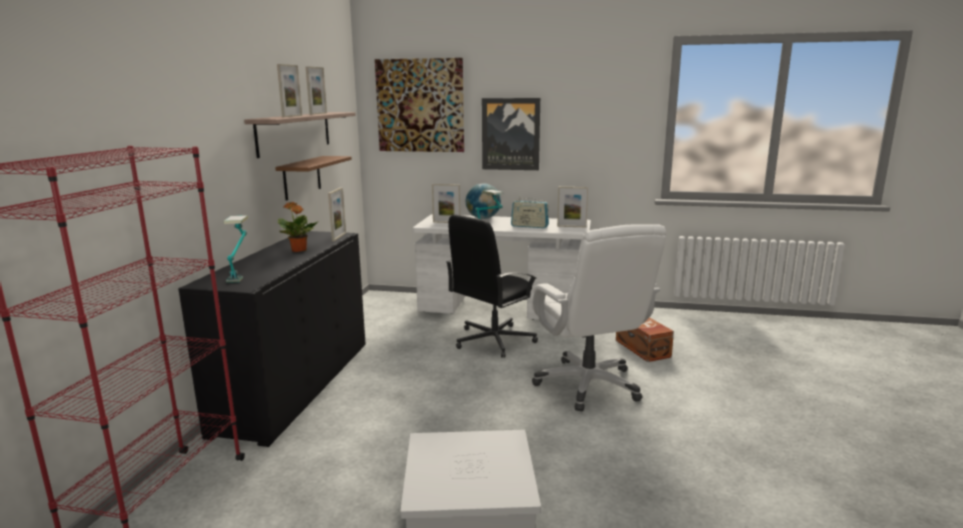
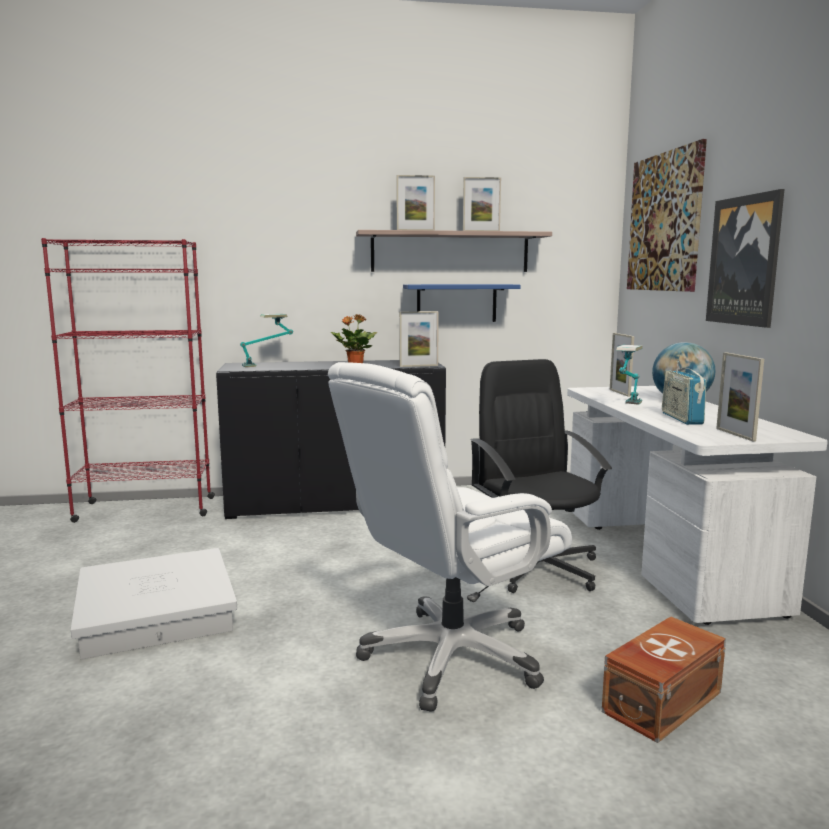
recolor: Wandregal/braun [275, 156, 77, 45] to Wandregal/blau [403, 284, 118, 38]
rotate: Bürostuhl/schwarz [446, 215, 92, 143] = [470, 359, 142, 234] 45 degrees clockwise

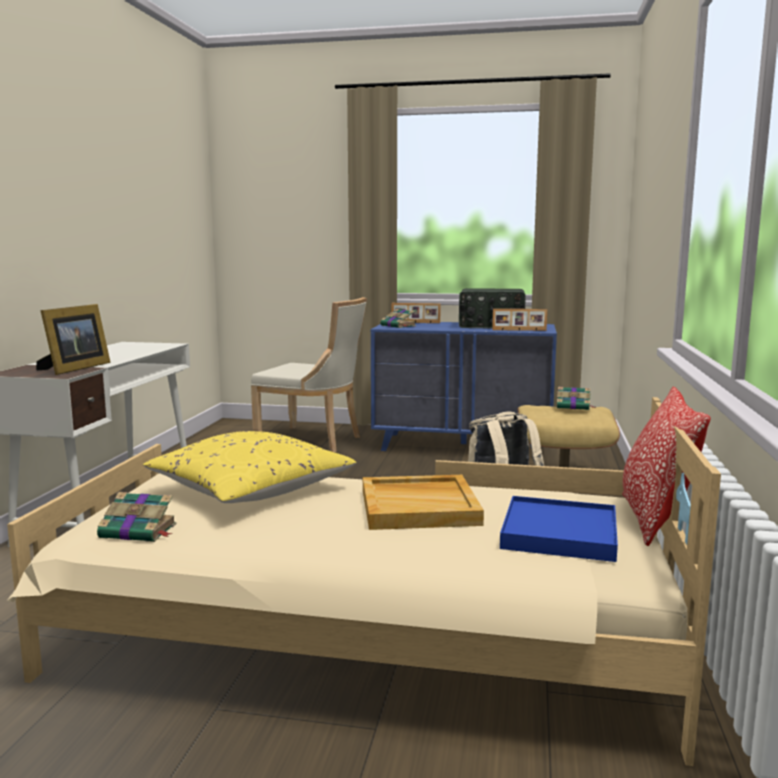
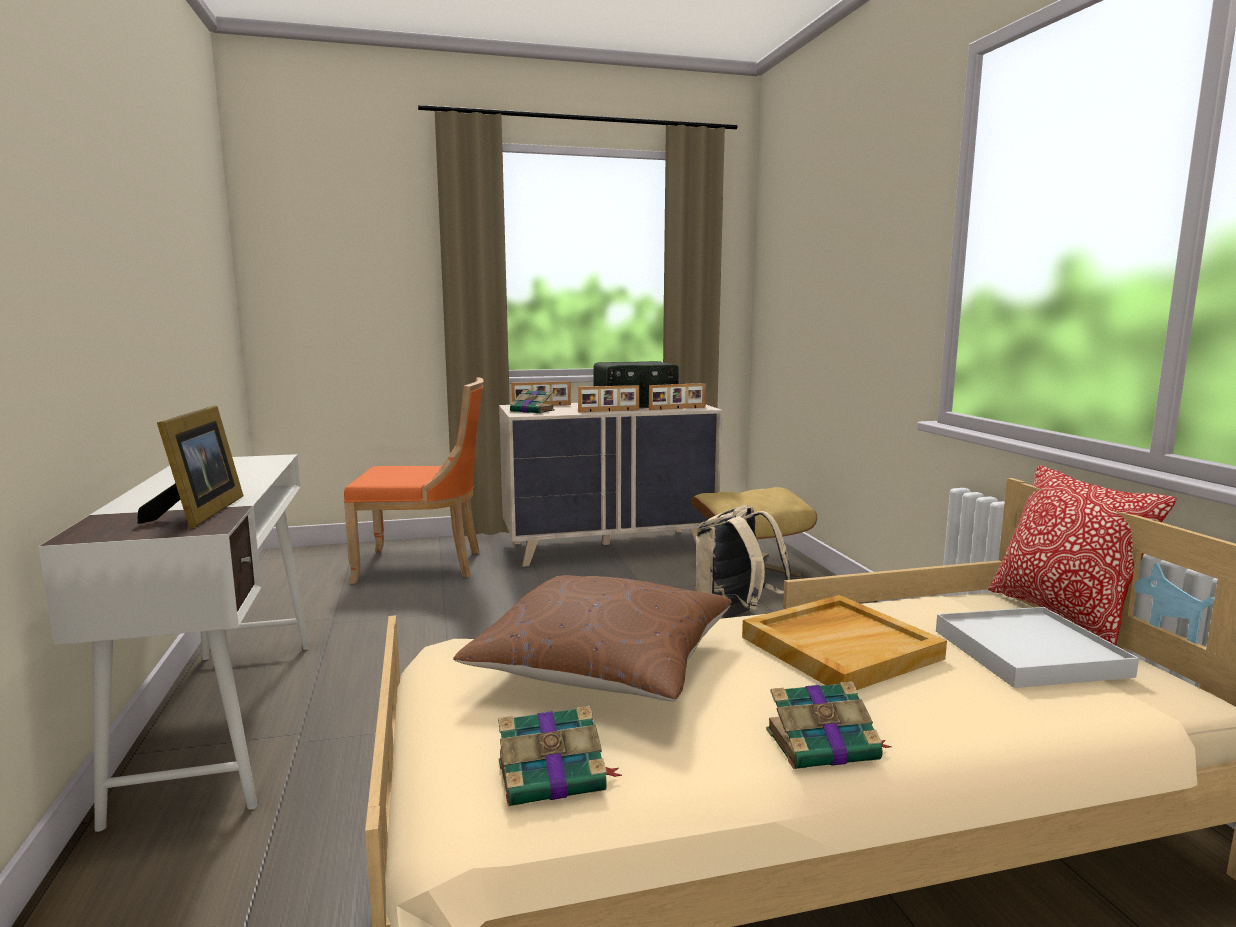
insert: Bilderrahmen [578, 385, 61, 27]
move: Buch [557, 387, 39, 23] to [766, 681, 126, 88]
recolor: Stuhl/beige [251, 297, 116, 155] to Stuhl/orange [344, 377, 140, 207]; Kommode/blau [371, 322, 186, 129] to Kommode/beige [499, 403, 224, 164]; Kissen/gelb [143, 431, 213, 72] to Kissen/braun [453, 575, 279, 126]; Tablett/blau [500, 496, 118, 66] to Tablett/weiß [936, 607, 203, 81]

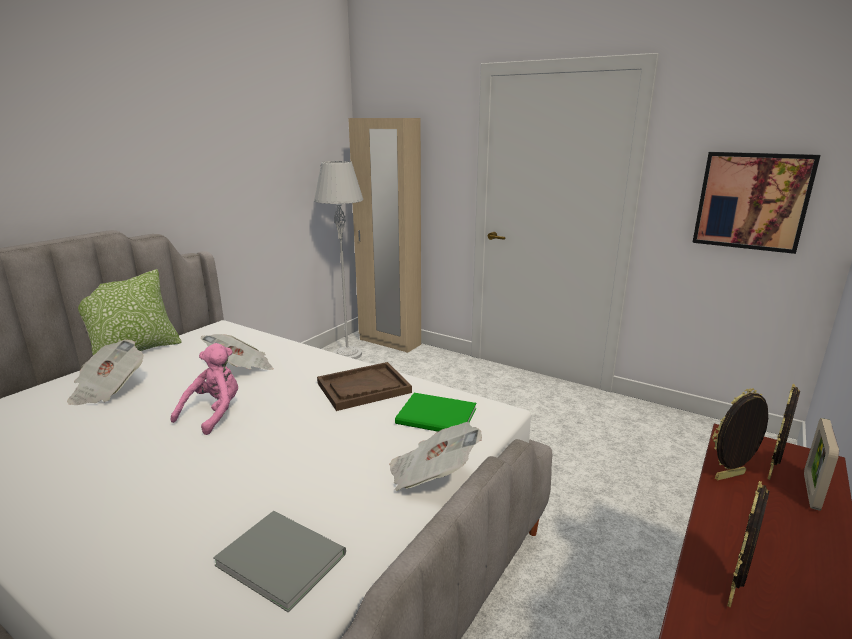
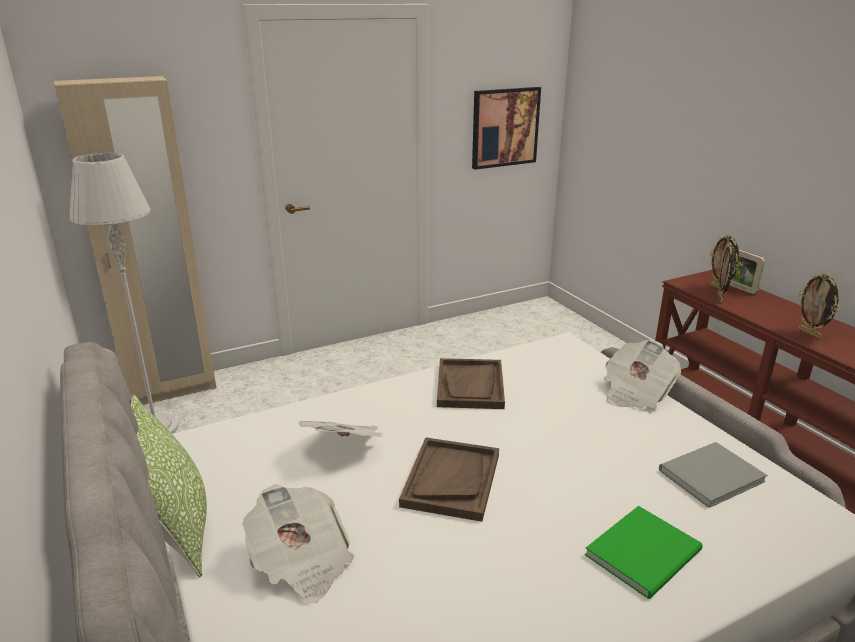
move: Buch/grün [395, 393, 81, 39] to [585, 506, 118, 93]
replace: Plüschtier/rosa [170, 343, 68, 92] to Tablett/braun [399, 437, 100, 85]

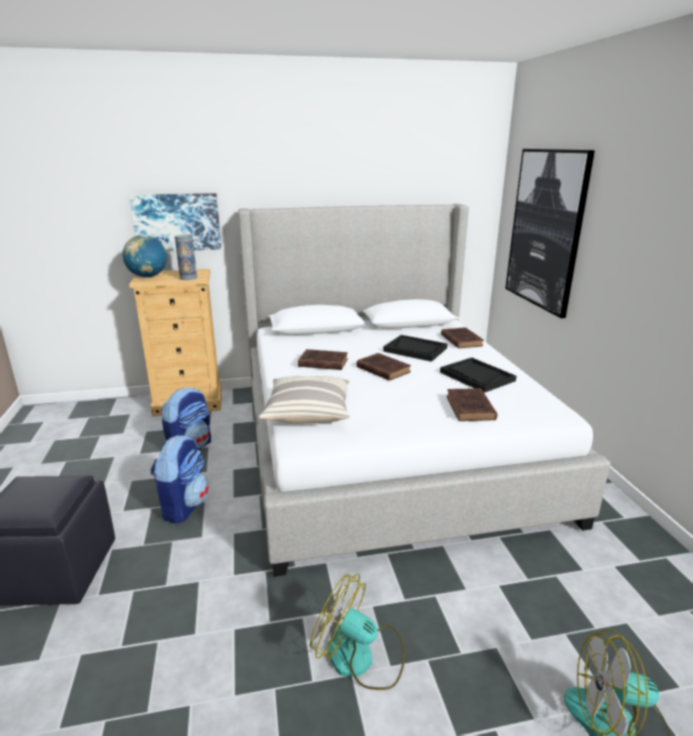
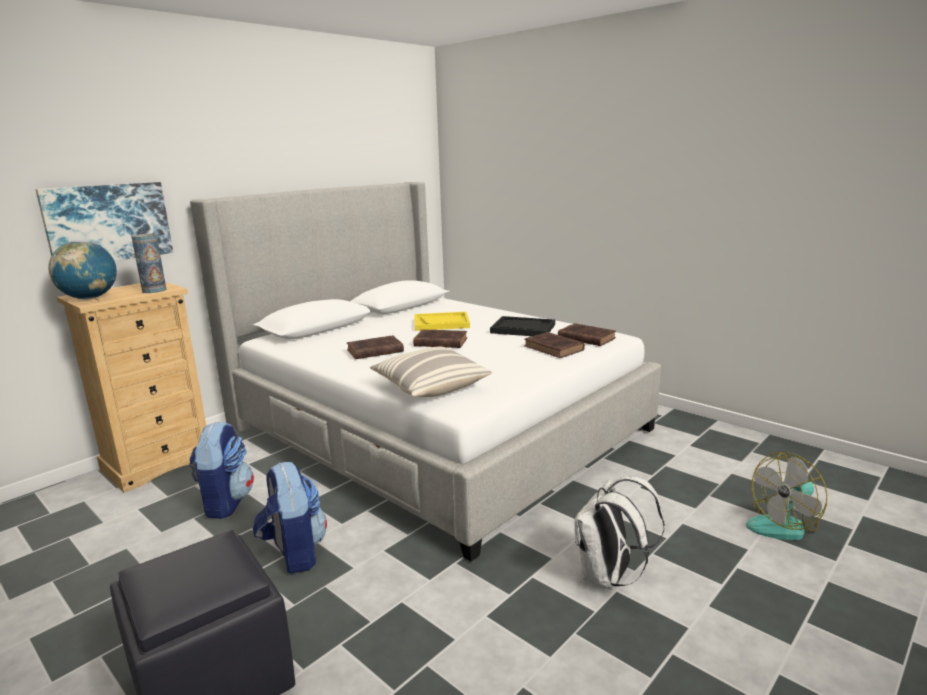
delete: Bild [505, 149, 90, 169]
move: Buch/braun [441, 327, 43, 22] to [558, 323, 58, 23]
replace: Ventilator [310, 574, 95, 116] to Rucksack/weiß [574, 476, 91, 114]
recolor: Tablett/schwarz [383, 335, 65, 27] to Tablett/gelb [414, 312, 56, 19]

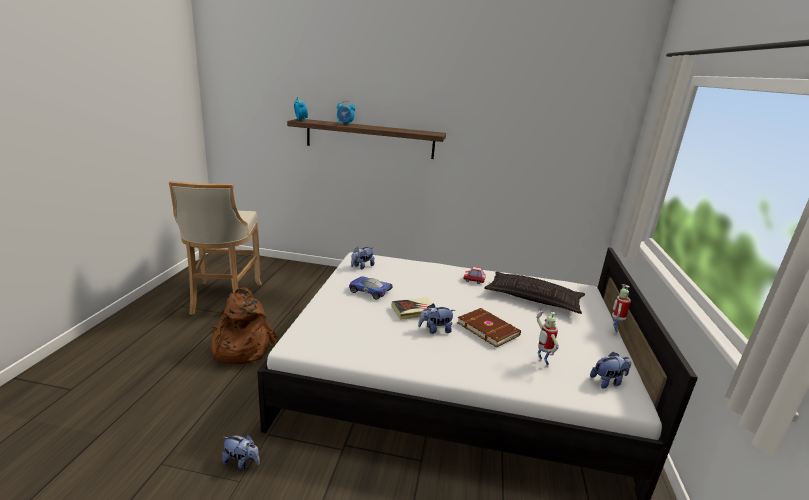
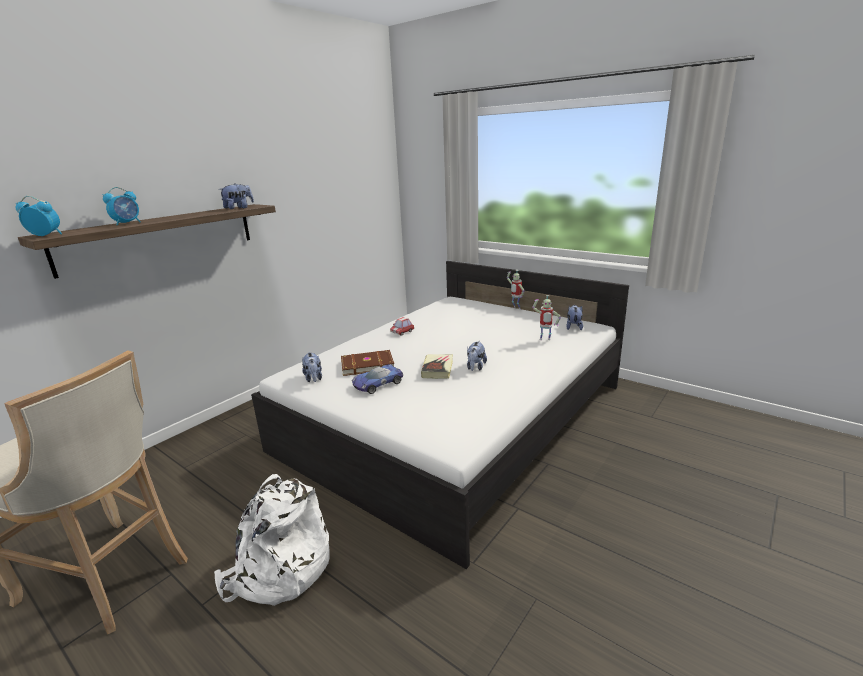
delete: Kissen [484, 272, 101, 42]
move: Buch/braun [457, 308, 64, 39] to [341, 350, 53, 26]; Plüschtier [222, 435, 38, 35] to [219, 183, 35, 26]
recolor: Rucksack/braun [211, 287, 67, 77] to Rucksack/weiß [214, 474, 116, 132]

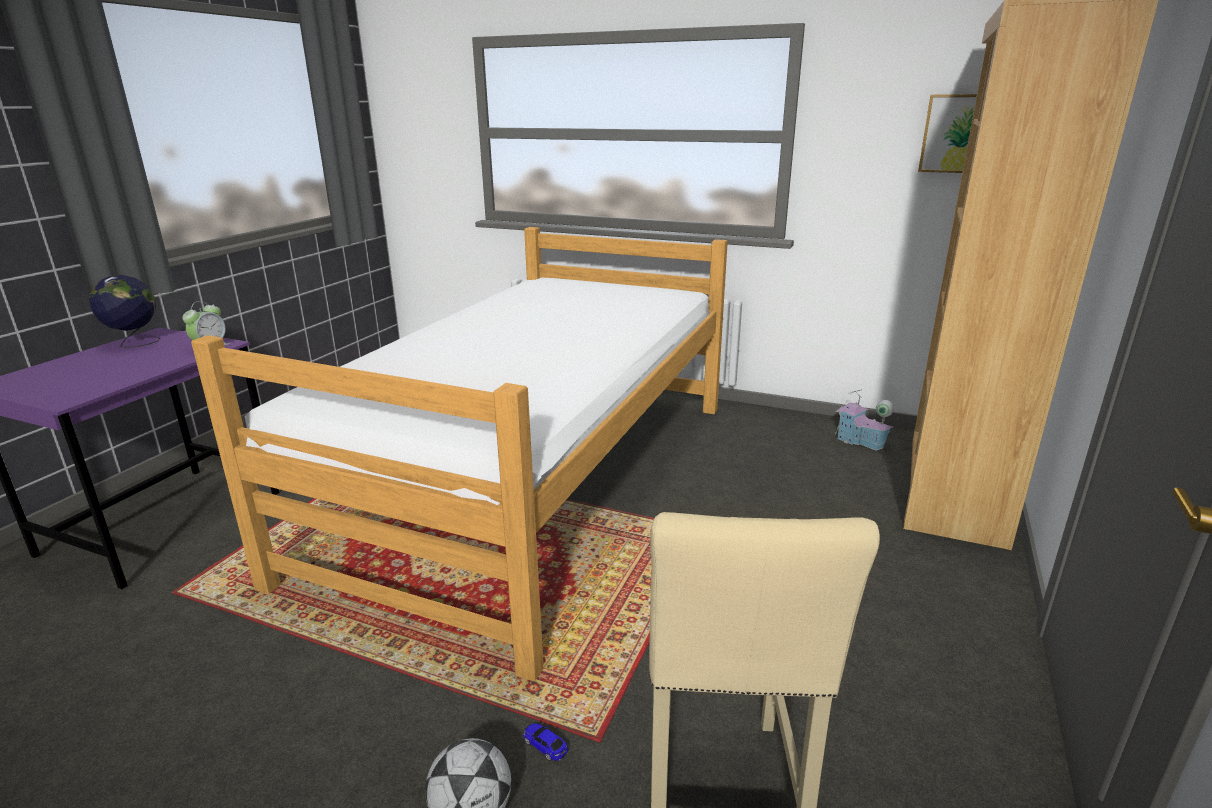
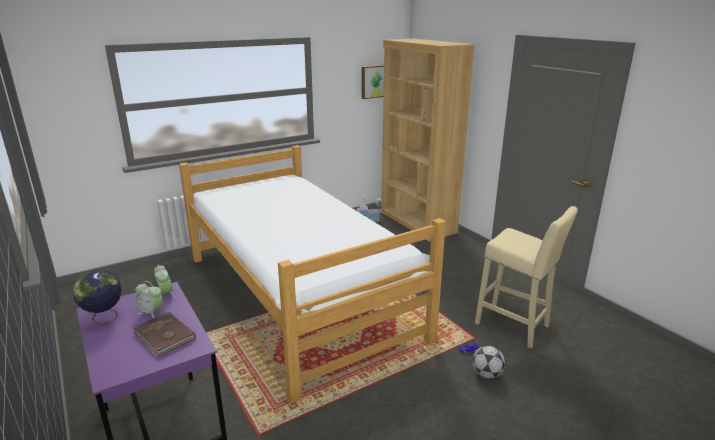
insert: Wecker [135, 281, 28, 37]; Buch/braun [133, 312, 63, 45]

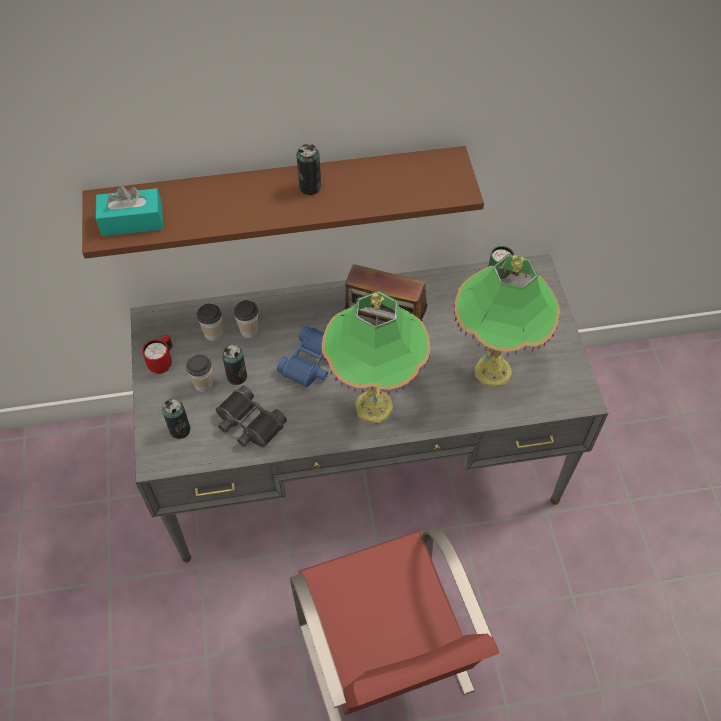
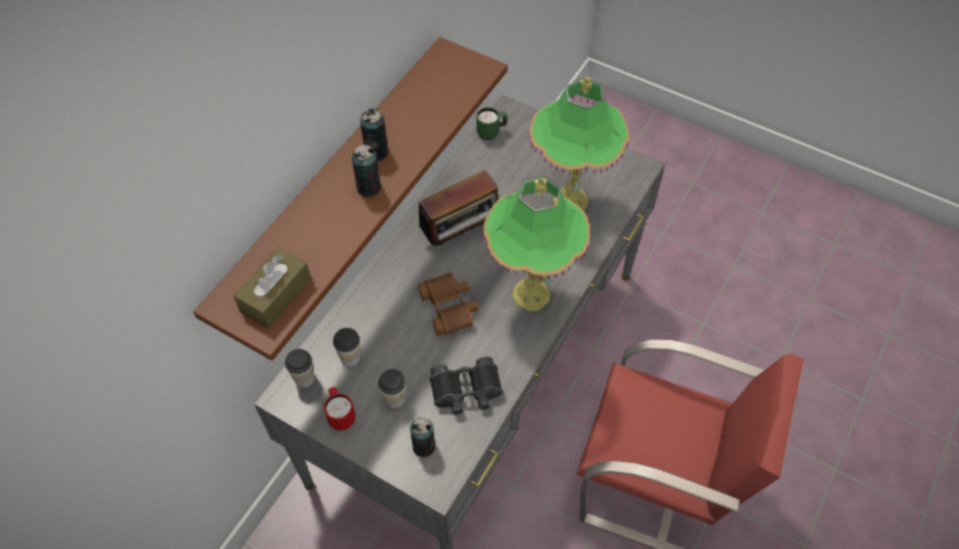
move: Tasse [234, 300, 24, 38] to [285, 349, 29, 39]; Dose [222, 344, 25, 41] to [351, 145, 30, 52]
recolor: Taschentuchbox/türkis [96, 186, 67, 50] to Taschentuchbox/braun [234, 247, 77, 81]; Fernglas/blau [277, 326, 51, 61] to Fernglas/braun [418, 273, 61, 63]

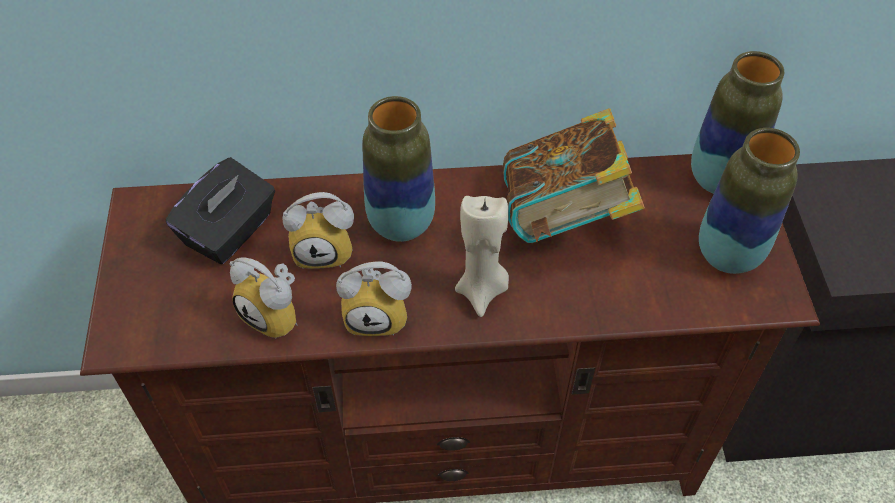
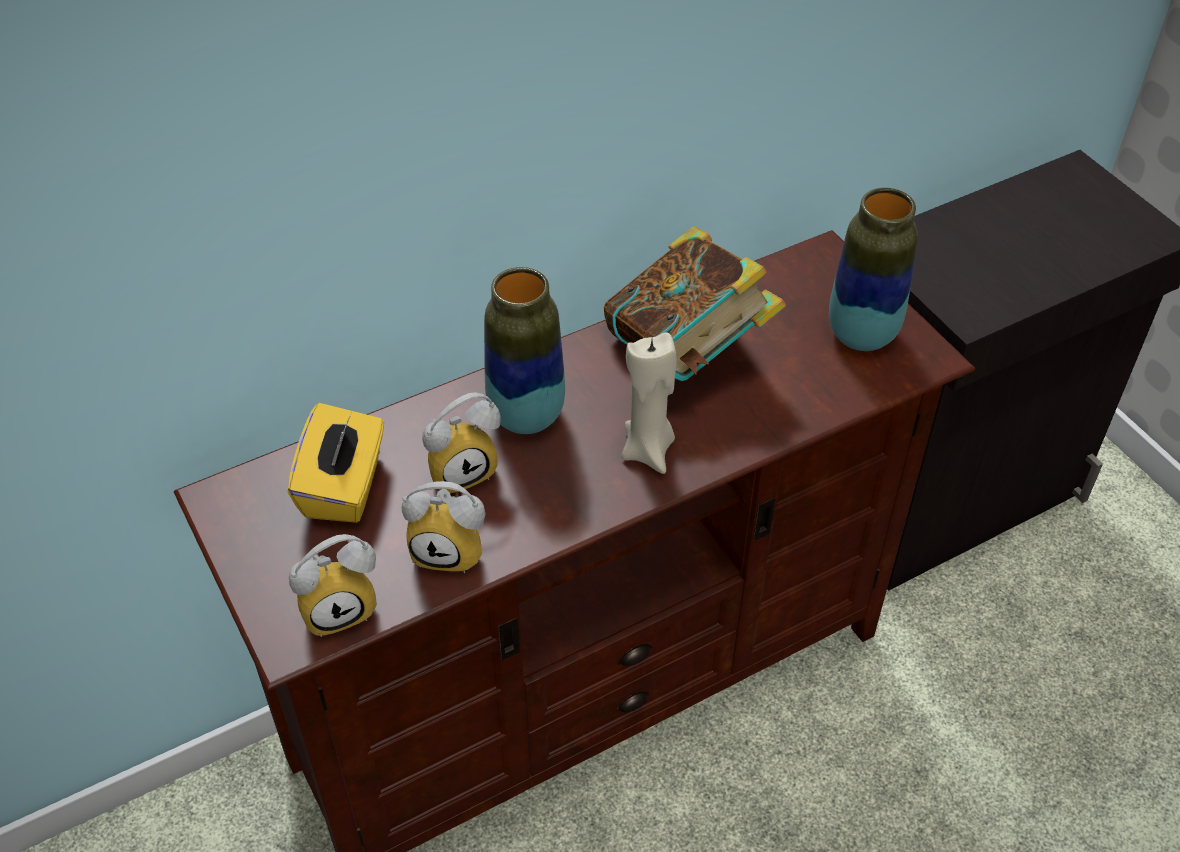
delete: Vase [691, 51, 93, 143]
move: Wecker [336, 262, 76, 74] to [289, 534, 88, 103]
recolor: Taschentuchbox/schwarz [166, 157, 109, 107] to Taschentuchbox/gelb [288, 403, 96, 120]

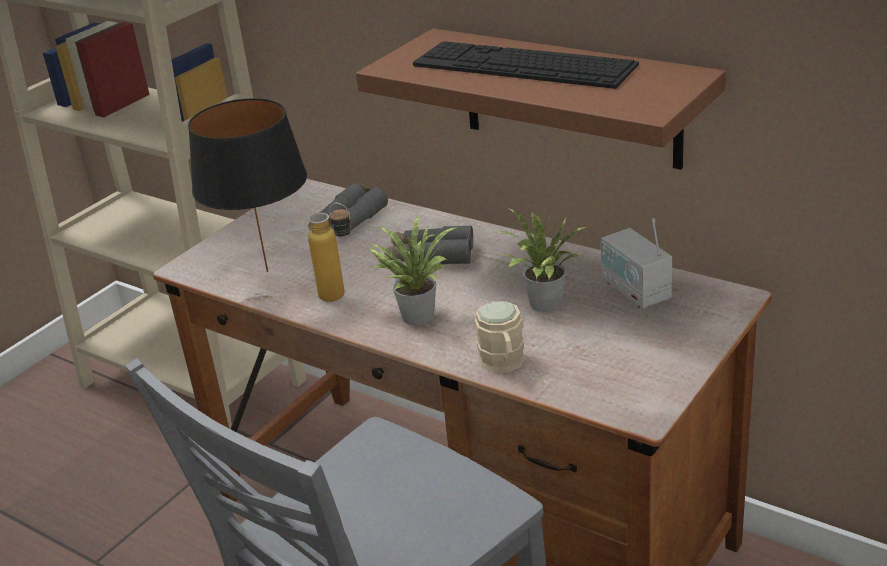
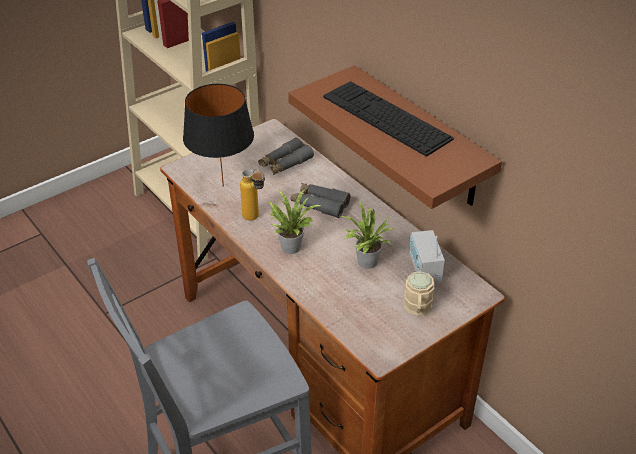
move: Henkelbecher/beige [475, 301, 51, 72] to [403, 271, 31, 45]

